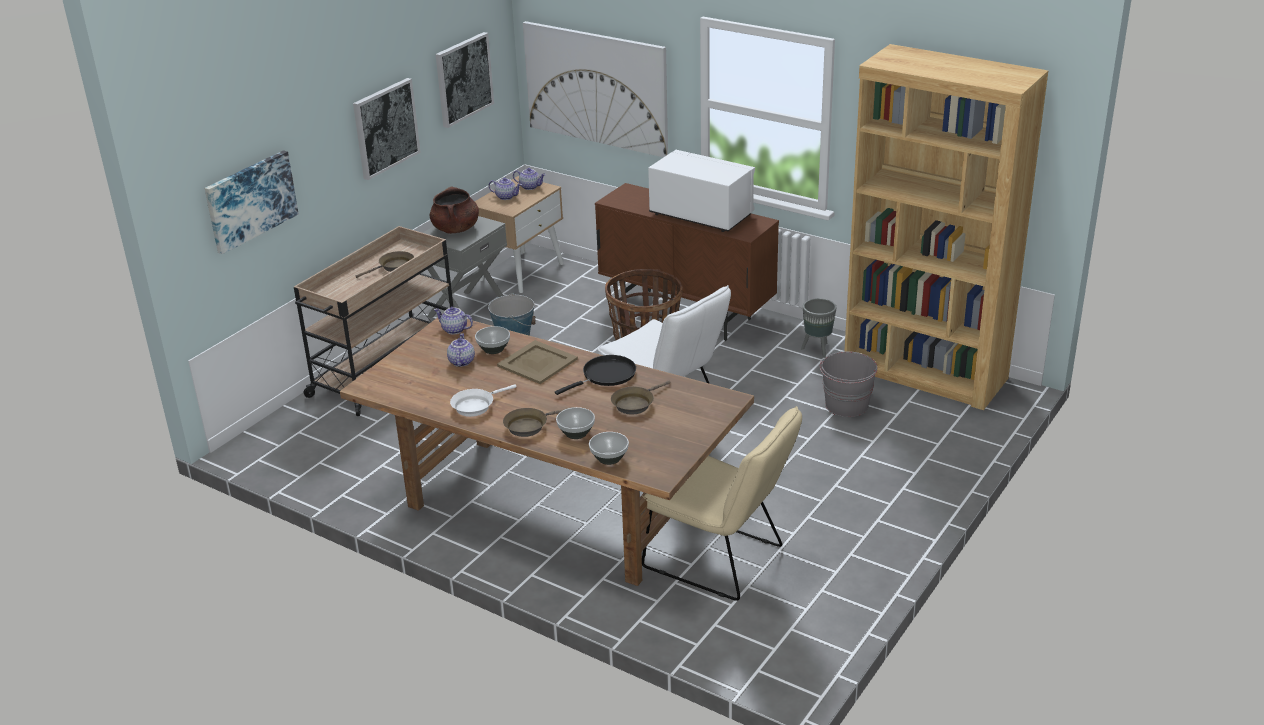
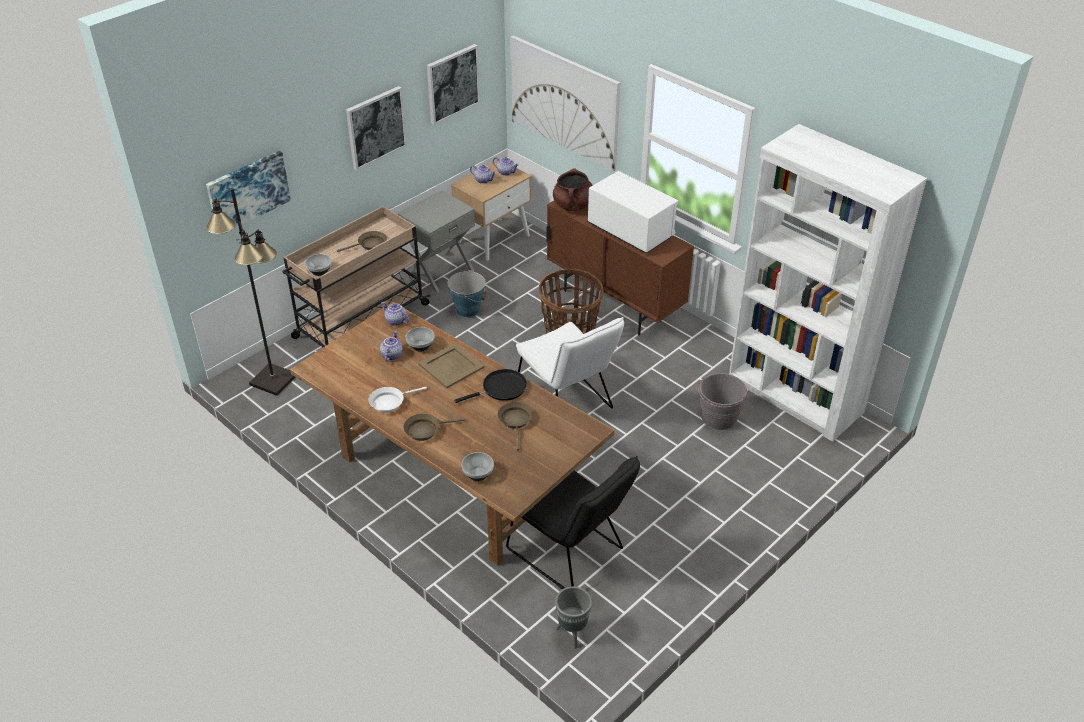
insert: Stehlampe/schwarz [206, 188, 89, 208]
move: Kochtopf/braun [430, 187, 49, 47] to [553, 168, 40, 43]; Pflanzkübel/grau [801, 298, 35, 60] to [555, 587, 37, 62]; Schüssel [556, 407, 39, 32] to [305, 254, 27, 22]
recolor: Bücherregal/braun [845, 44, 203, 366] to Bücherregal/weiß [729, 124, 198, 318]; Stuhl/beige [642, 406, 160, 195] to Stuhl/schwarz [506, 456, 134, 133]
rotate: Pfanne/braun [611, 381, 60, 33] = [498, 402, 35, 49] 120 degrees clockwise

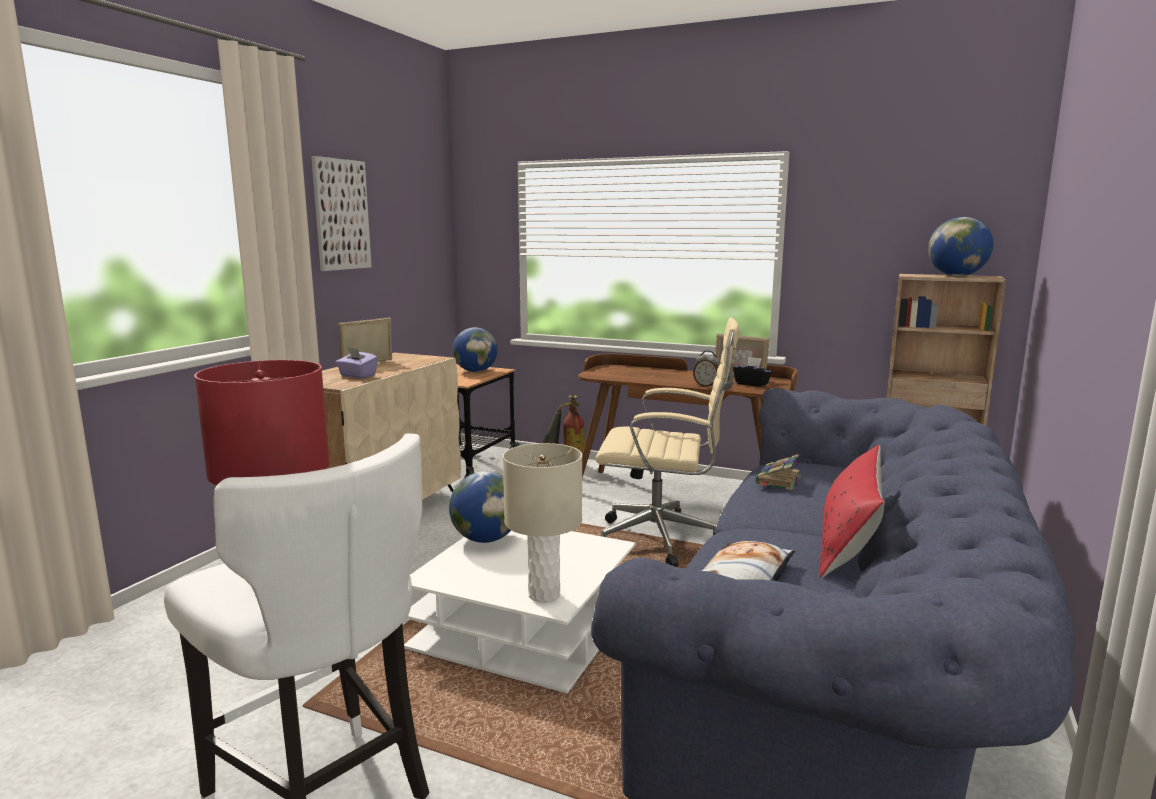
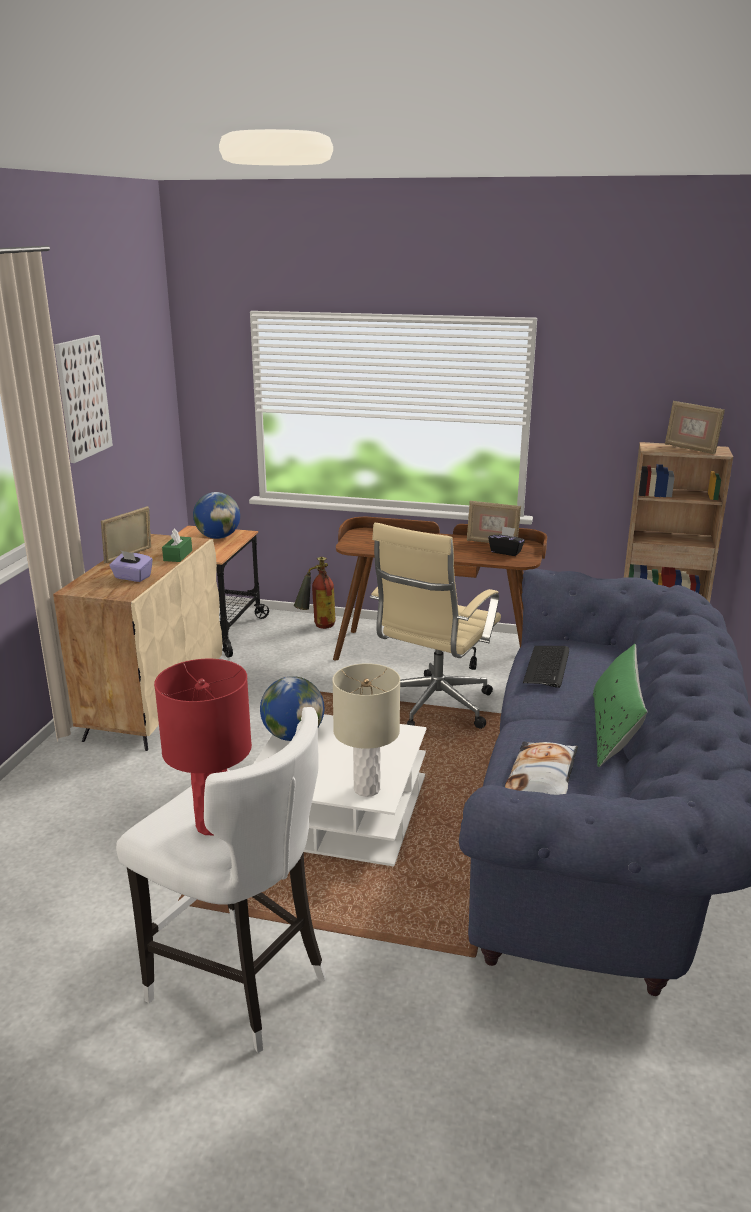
delete: Wecker [693, 351, 27, 36]
insert: Taschentuchbox/grün [162, 528, 30, 34]
replace: Globus [928, 217, 65, 59] to Bilderrahmen [665, 401, 60, 53]; Buch [756, 454, 45, 36] to Tastatur [523, 646, 46, 42]
recolor: Kissen/rot [819, 445, 66, 133] to Kissen/grün [593, 644, 54, 123]
rotate: Bürostuhl/beige [595, 317, 144, 250] = [370, 523, 131, 206] 120 degrees clockwise

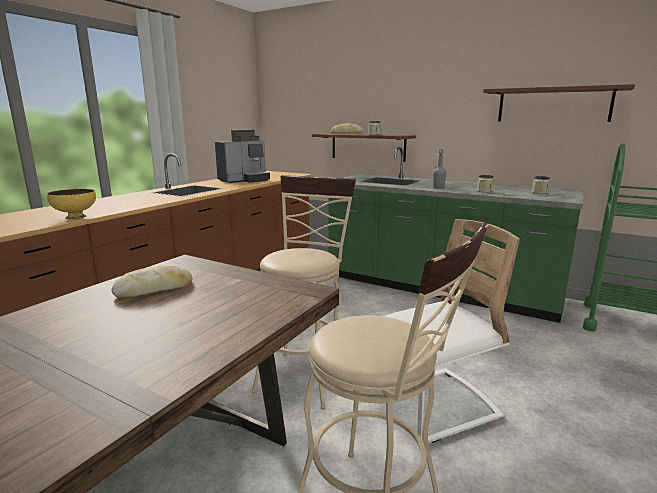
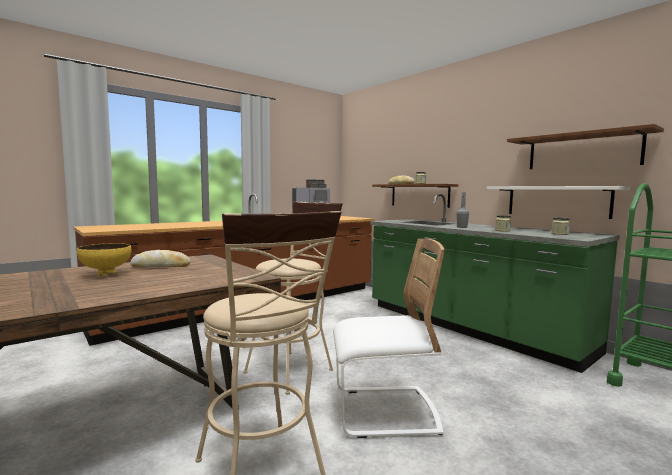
insert: Wandregal/weiß [487, 186, 143, 33]
move: Schüssel/gelb [47, 189, 49, 30] to [77, 243, 54, 34]

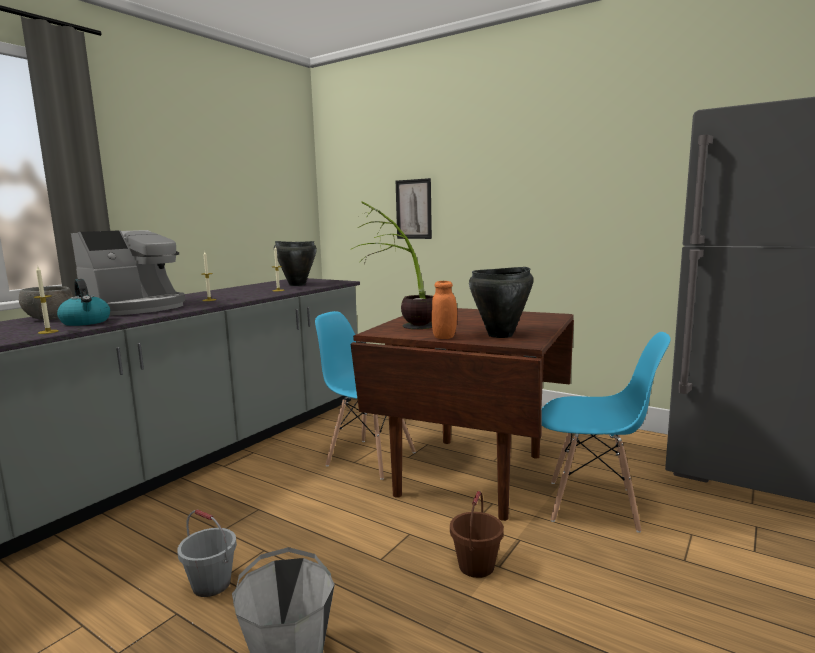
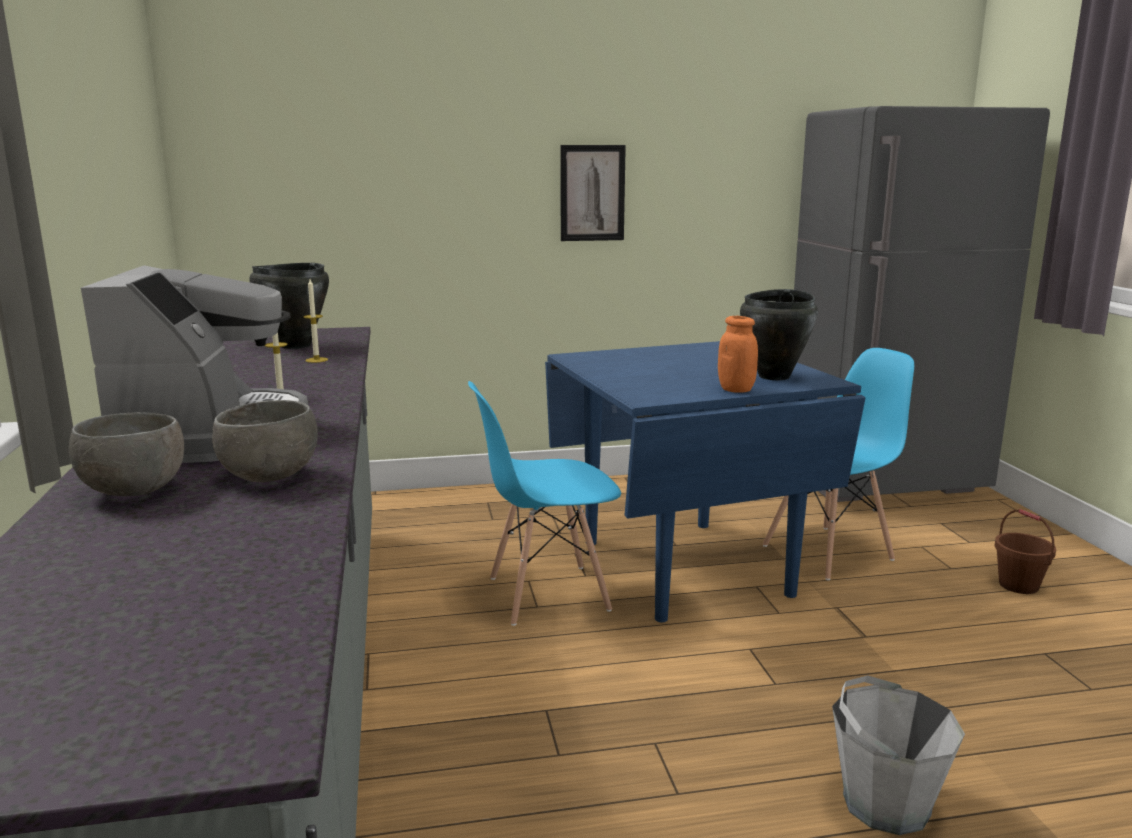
delete: Topfpflanze [350, 201, 83, 128]; Kerze [33, 267, 26, 67]; Eimer/grau [177, 510, 60, 87]
move: Bild [396, 178, 36, 61] to [561, 145, 65, 96]; Eimer/braun [450, 491, 54, 87] to [995, 509, 61, 85]
replace: Wasserkessel [57, 279, 53, 47] to Schüssel/grau [212, 400, 106, 82]
recolor: Esstisch/braun [351, 308, 223, 213] to Esstisch/blau [545, 341, 321, 281]

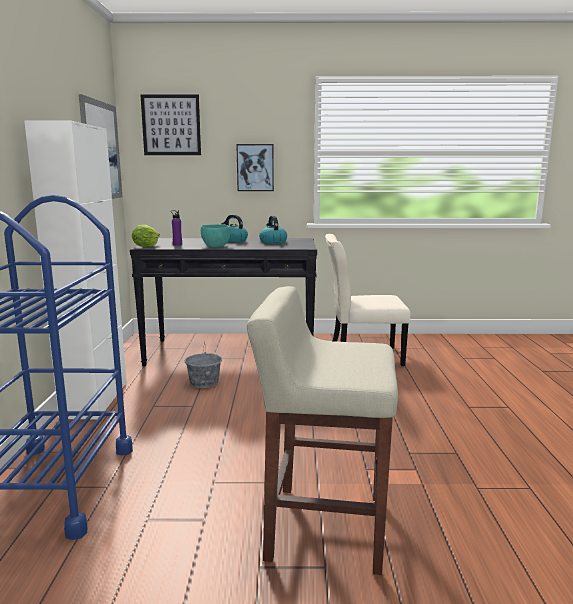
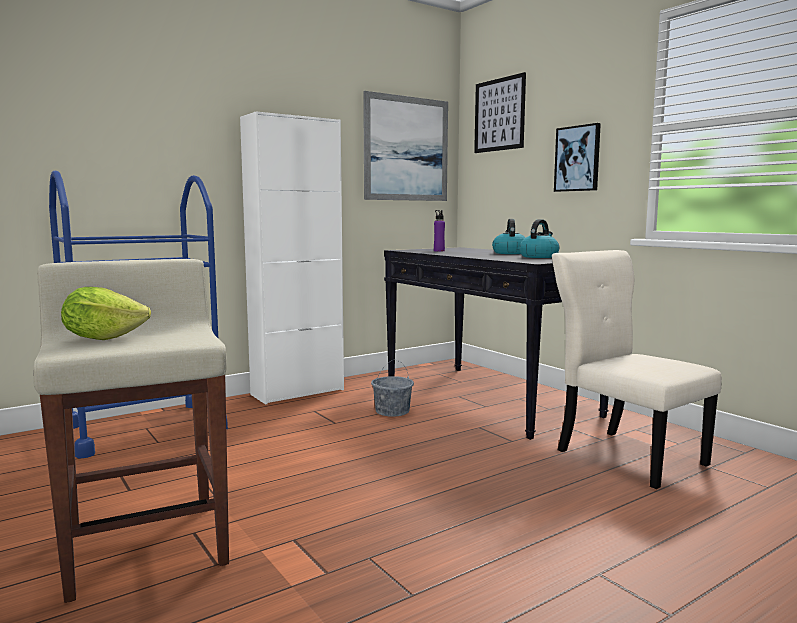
delete: Schüssel/türkis [201, 224, 30, 24]
move: Salatkopf [132, 225, 28, 22] to [61, 287, 90, 53]

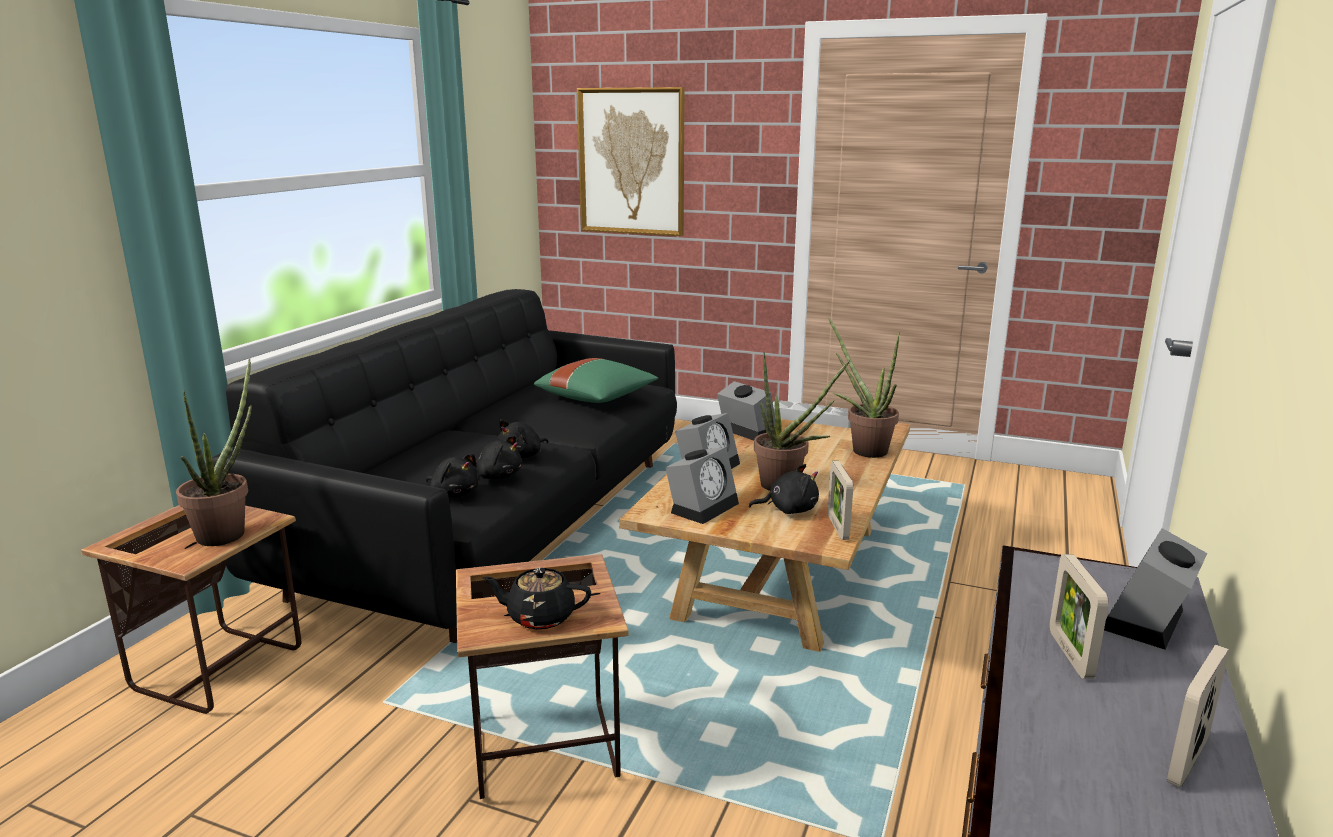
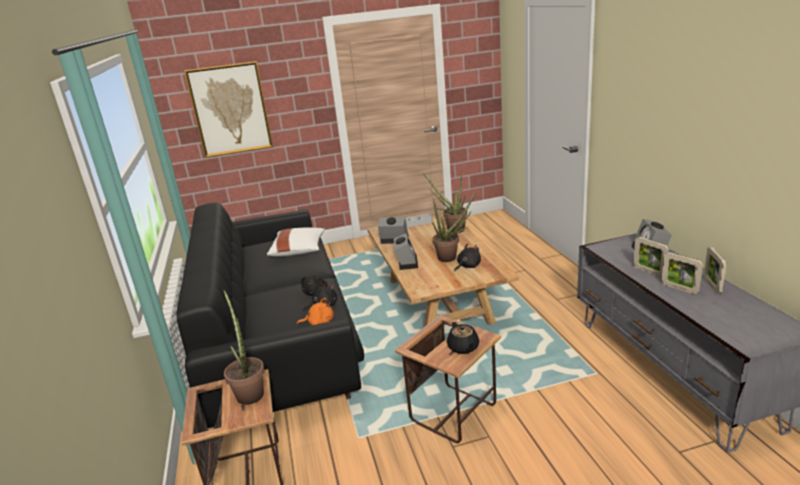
delete: Wecker [665, 447, 74, 77]
move: Bilderrahmen [828, 461, 25, 79] to [661, 252, 42, 42]
recolor: Kissen/grün [534, 358, 124, 45] to Kissen/weiß [267, 227, 58, 29]; Plüschtier/schwarz [426, 454, 54, 43] to Plüschtier/orange [297, 298, 37, 27]
rotate: Teekanne/schwarz [482, 568, 109, 61] = [447, 322, 32, 32] 75 degrees counterclockwise

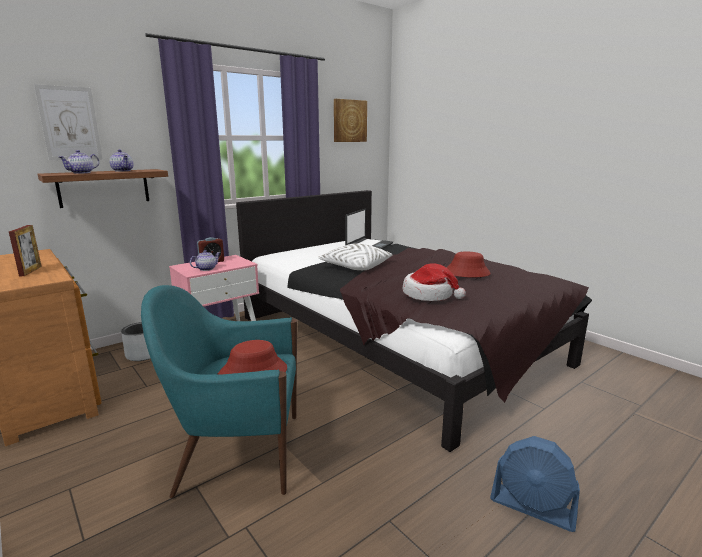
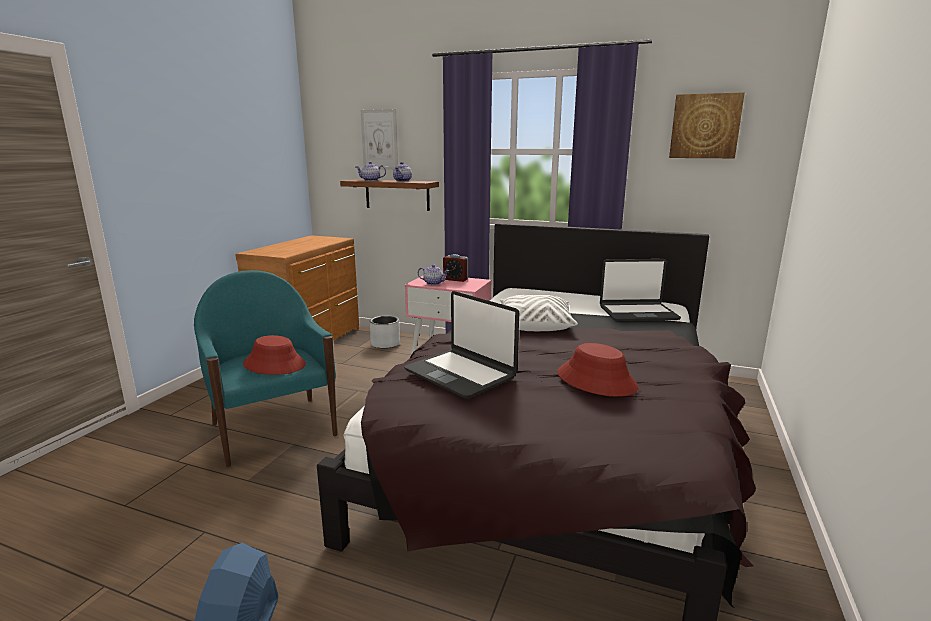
delete: Bilderrahmen [9, 225, 33, 52]
replace: Hut [403, 263, 63, 38] to Laptop [404, 291, 115, 107]

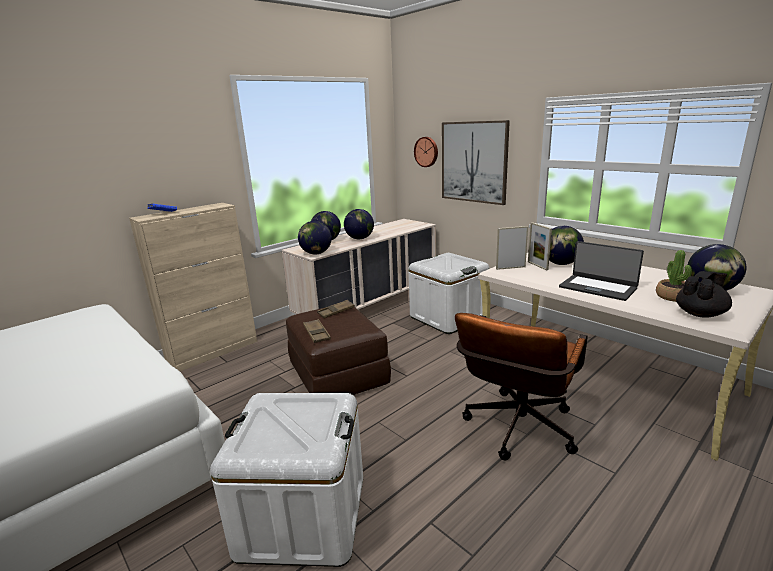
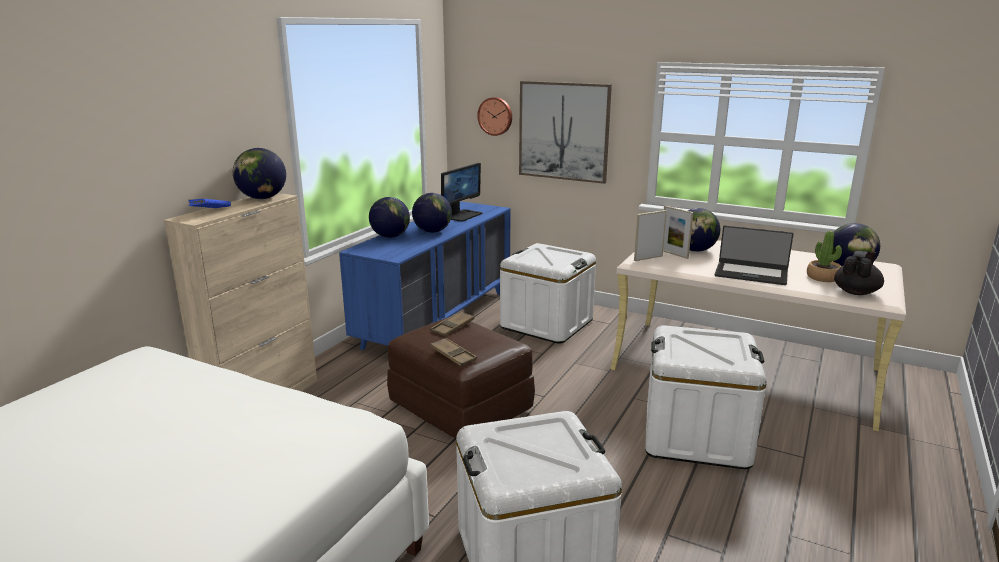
insert: Monitor [441, 163, 42, 59]
move: Globus [298, 221, 34, 34] to [233, 148, 53, 51]
replace: Bürostuhl/braun [455, 313, 132, 148] to Aufbewahrungsbox/weiß [645, 326, 122, 143]
recolor: Kommode/beige [282, 219, 154, 95] to Kommode/blau [339, 201, 171, 149]

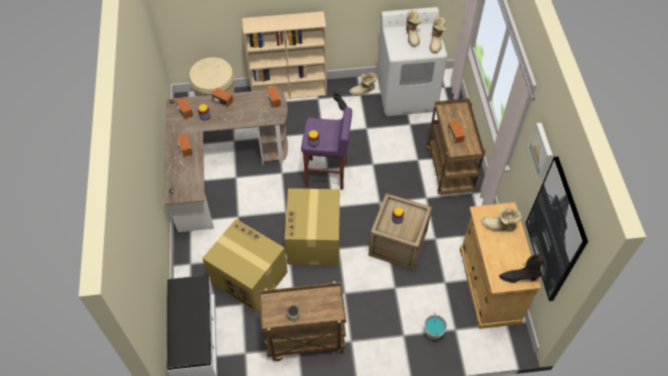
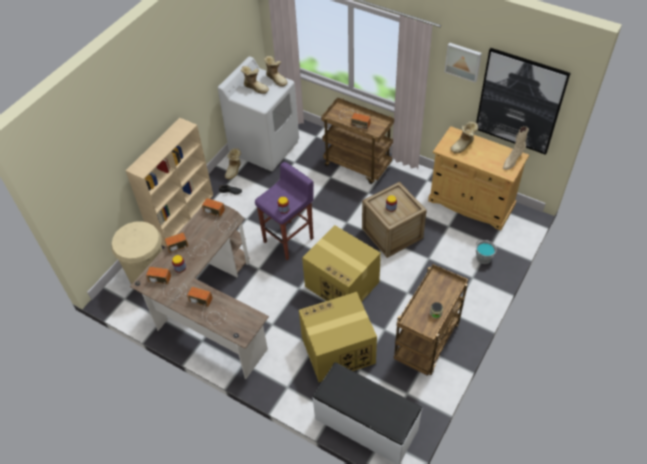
recolor: Stiefel/schwarz [499, 254, 46, 29] to Stiefel/beige [503, 126, 26, 44]

